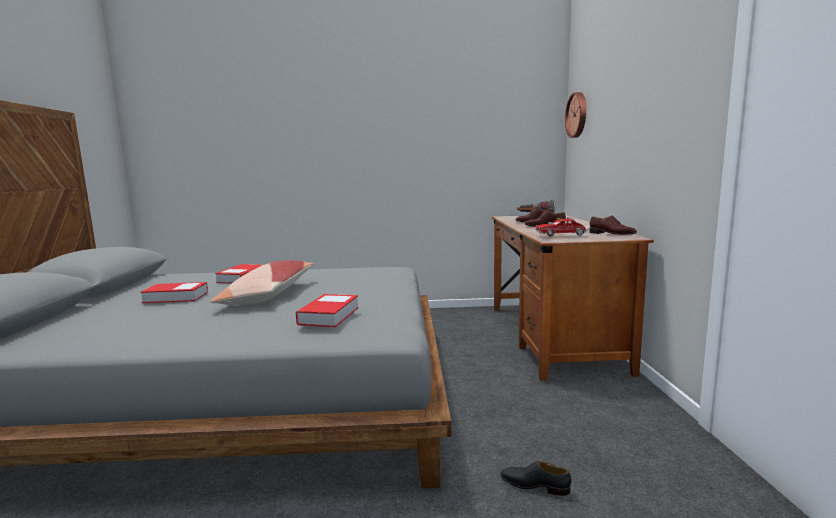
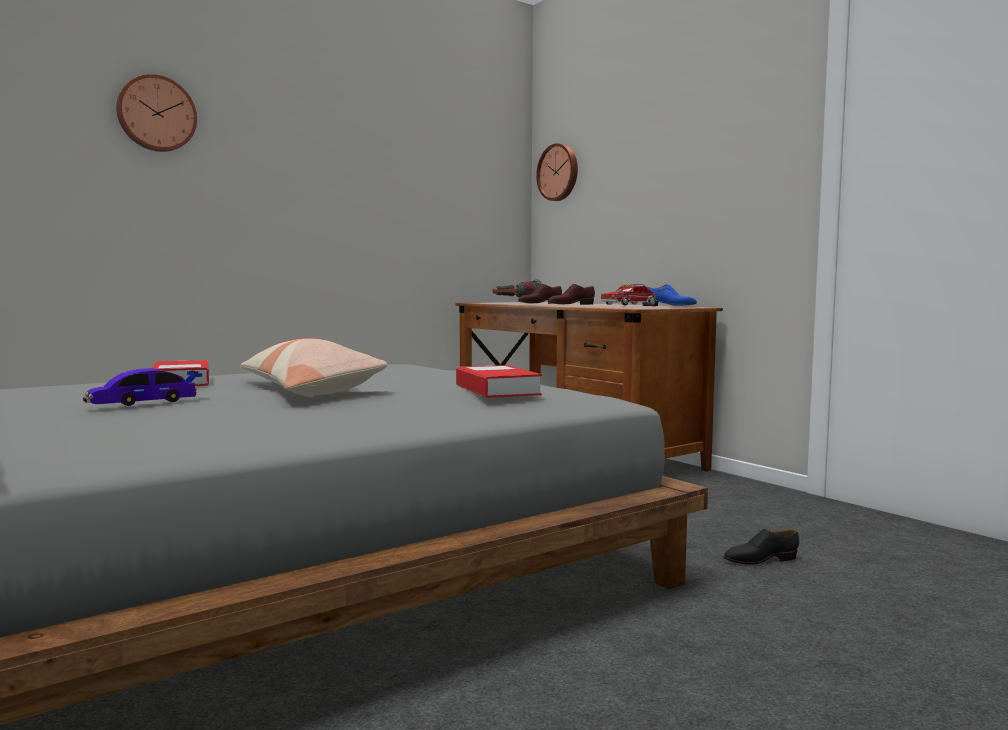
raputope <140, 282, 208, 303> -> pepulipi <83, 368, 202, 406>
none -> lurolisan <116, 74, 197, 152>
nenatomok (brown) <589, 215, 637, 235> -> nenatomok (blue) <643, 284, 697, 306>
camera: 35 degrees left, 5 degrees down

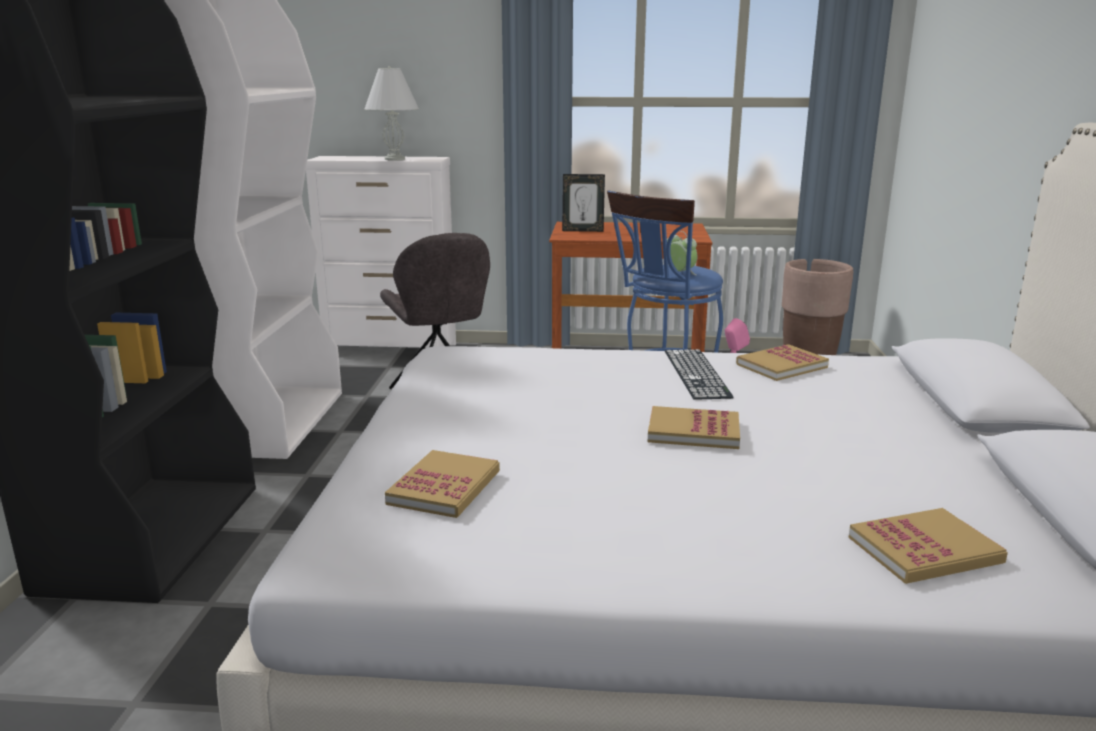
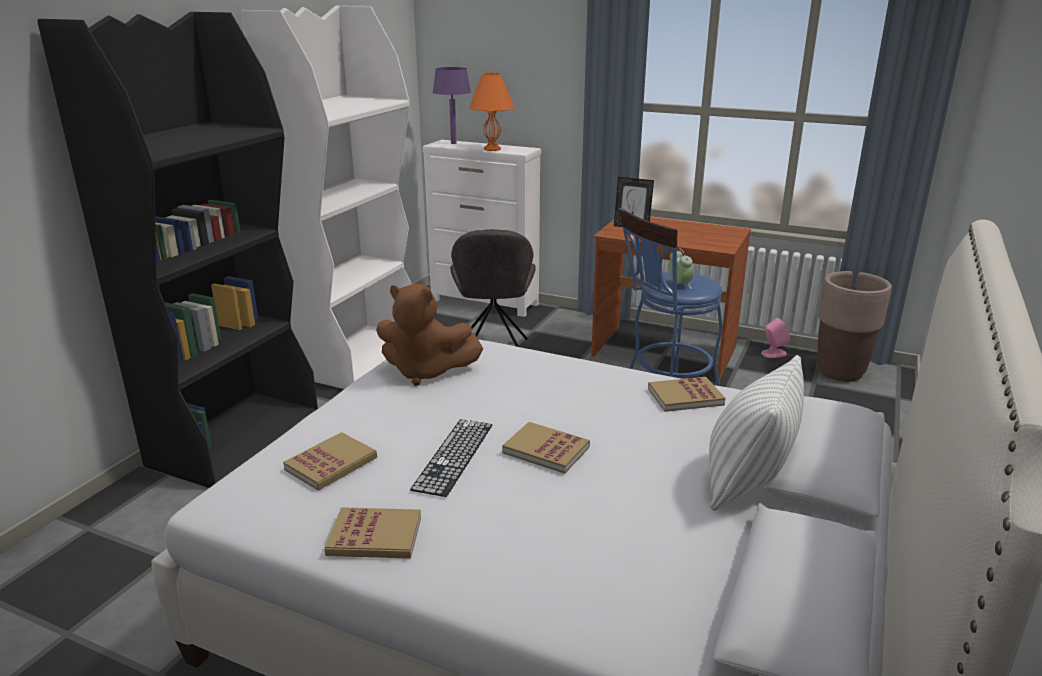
raputope <848, 508, 1008, 584> -> raputope <325, 507, 421, 559>, shifted
none -> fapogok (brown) <376, 284, 483, 386>
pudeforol <665, 349, 734, 400> -> pudeforol <410, 419, 492, 497>, shifted
none -> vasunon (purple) <433, 67, 471, 144>
vasunon (white) <364, 66, 419, 161> -> vasunon (orange) <469, 72, 515, 151>
none -> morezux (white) <709, 355, 804, 511>
camera: 20 degrees right, 5 degrees up

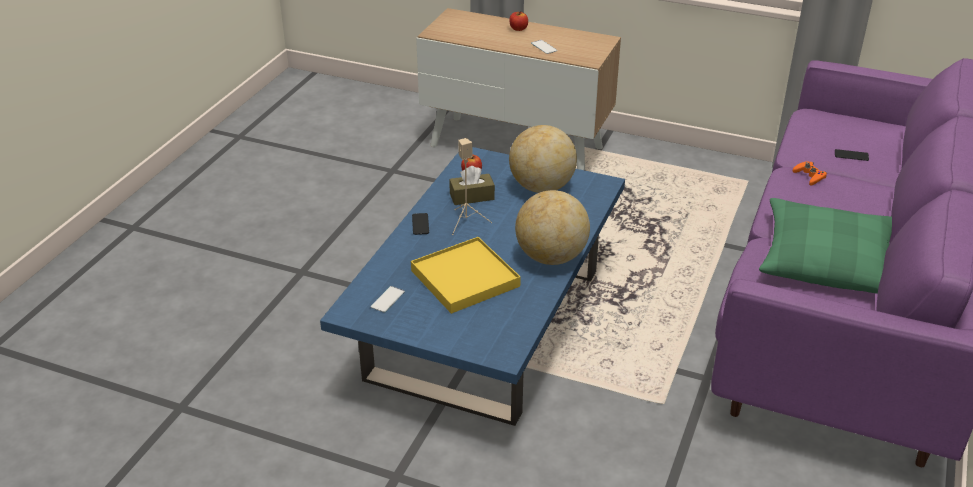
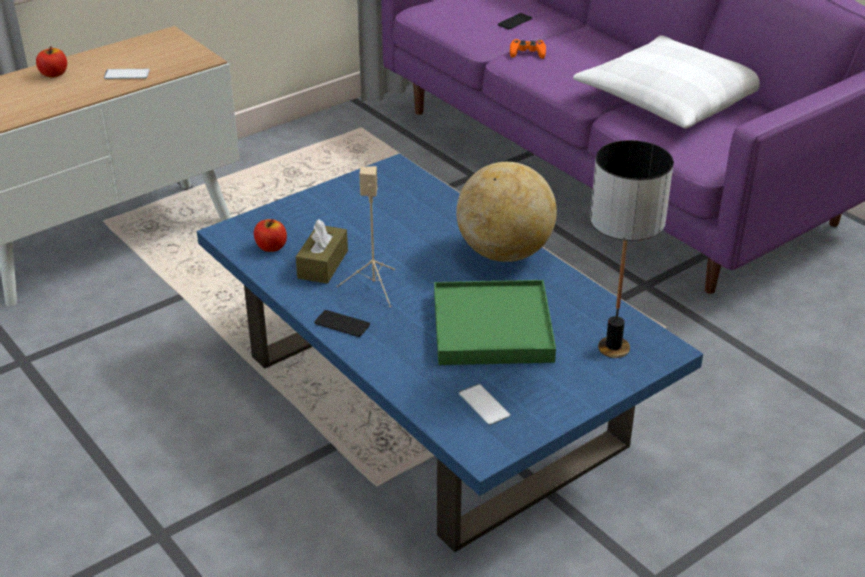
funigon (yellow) <411, 237, 521, 314> -> funigon (green) <434, 280, 556, 365>
morezux (green) <759, 198, 892, 294> -> morezux (white) <573, 35, 760, 129>
none -> vasunon <590, 140, 674, 358>
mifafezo <509, 125, 577, 193> -> none
camera: 60 degrees left, 0 degrees up

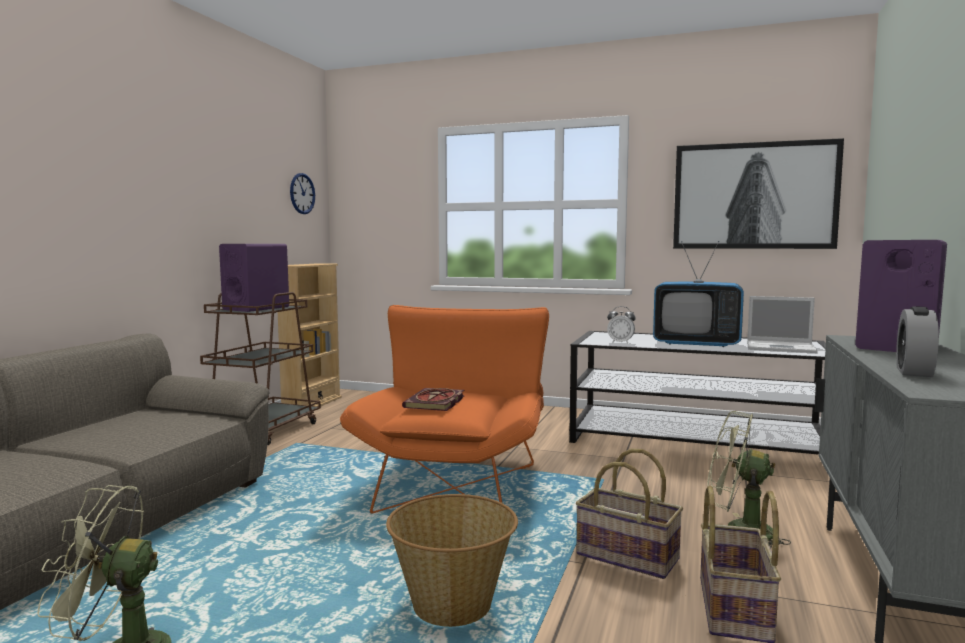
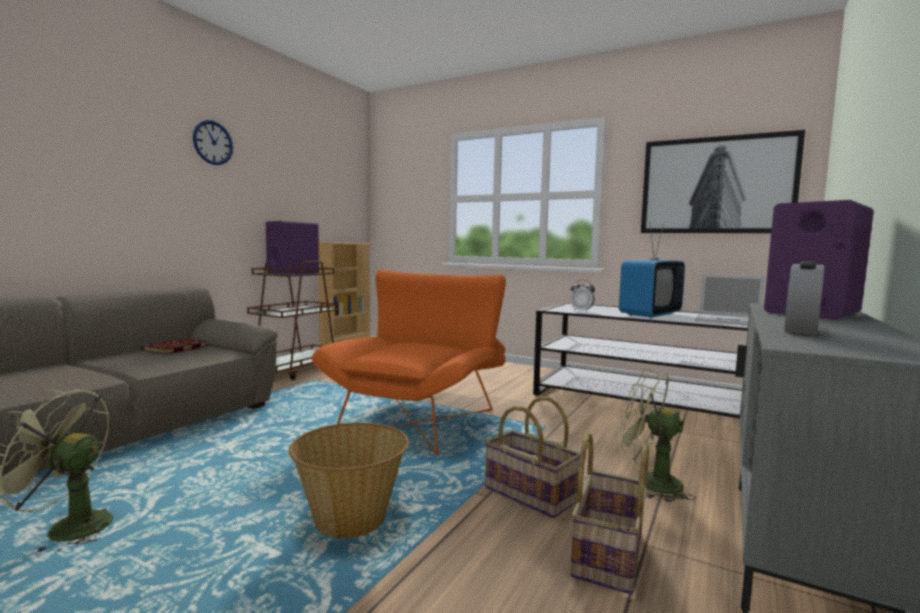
raputope <402, 388, 465, 411> -> raputope <141, 338, 208, 354>, shifted
lurolisan <290, 173, 315, 214> -> lurolisan <193, 120, 233, 165>, shifted
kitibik <653, 241, 744, 347> -> kitibik <619, 222, 685, 318>, 75 degrees counterclockwise
camera: 10 degrees right, 0 degrees up

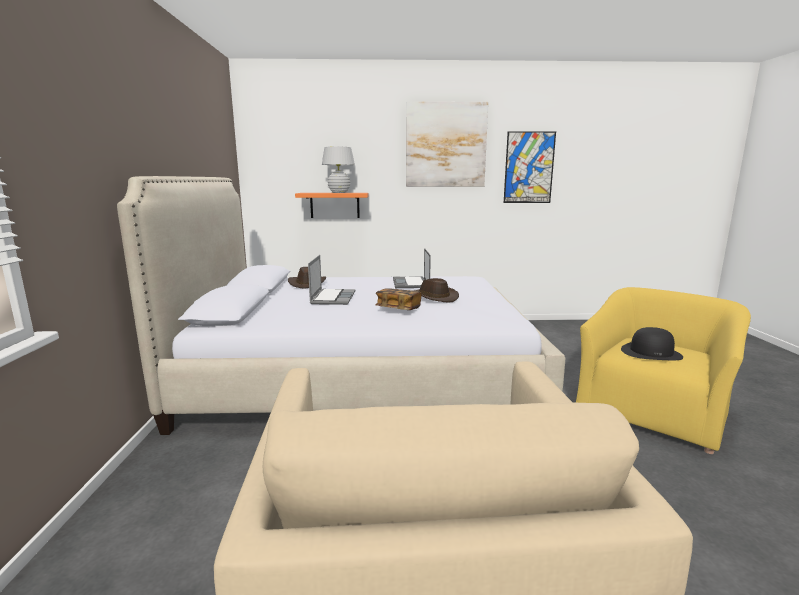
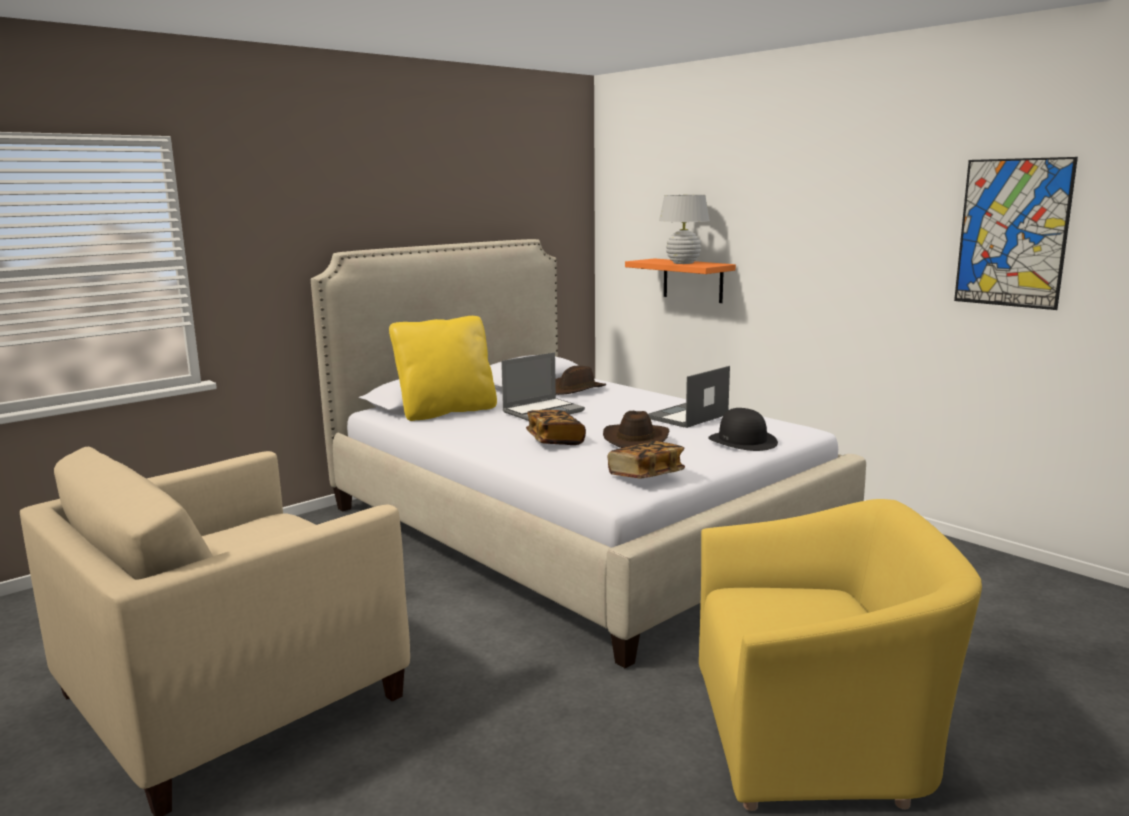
none -> morezux (yellow) <389, 316, 497, 421>
none -> raputope <608, 441, 685, 479>
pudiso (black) <621, 327, 683, 360> -> pudiso (black) <708, 408, 778, 451>, shifted
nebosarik <406, 101, 488, 187> -> none
camera: 50 degrees right, 0 degrees up

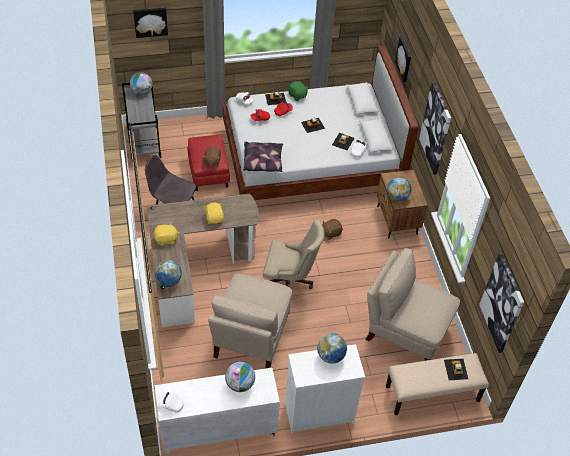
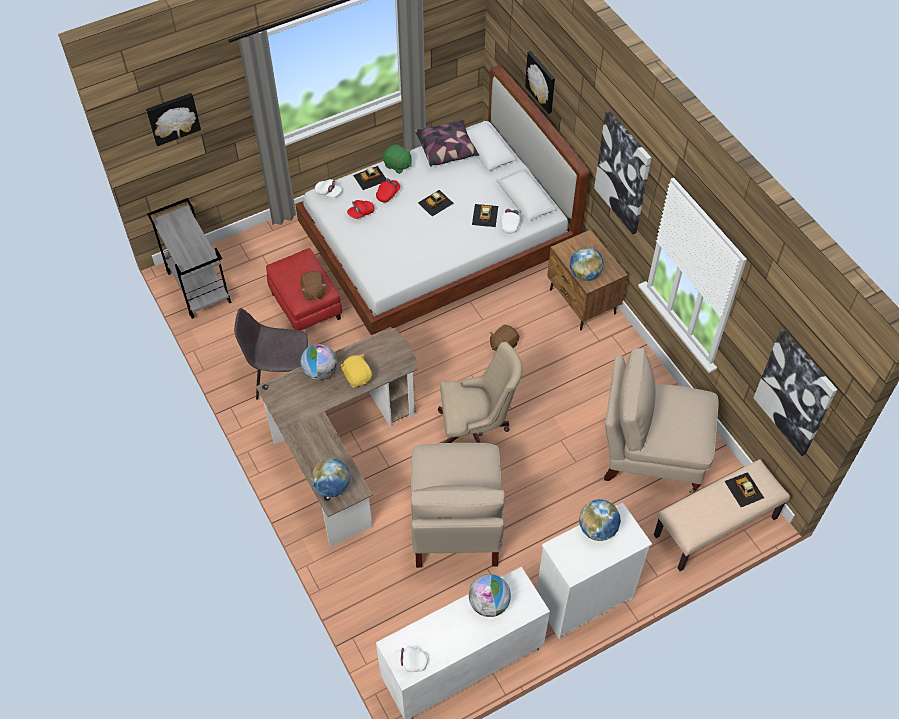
mifafezo <130, 72, 153, 95> -> mifafezo <300, 344, 337, 381>, shifted
morezux <243, 142, 283, 172> -> morezux <415, 120, 479, 167>, shifted
fapogok (yellow) <154, 223, 179, 246> -> none
camera: 15 degrees left, 5 degrees up

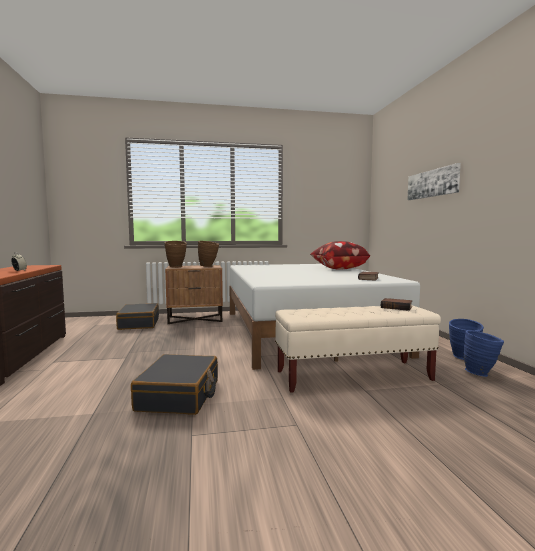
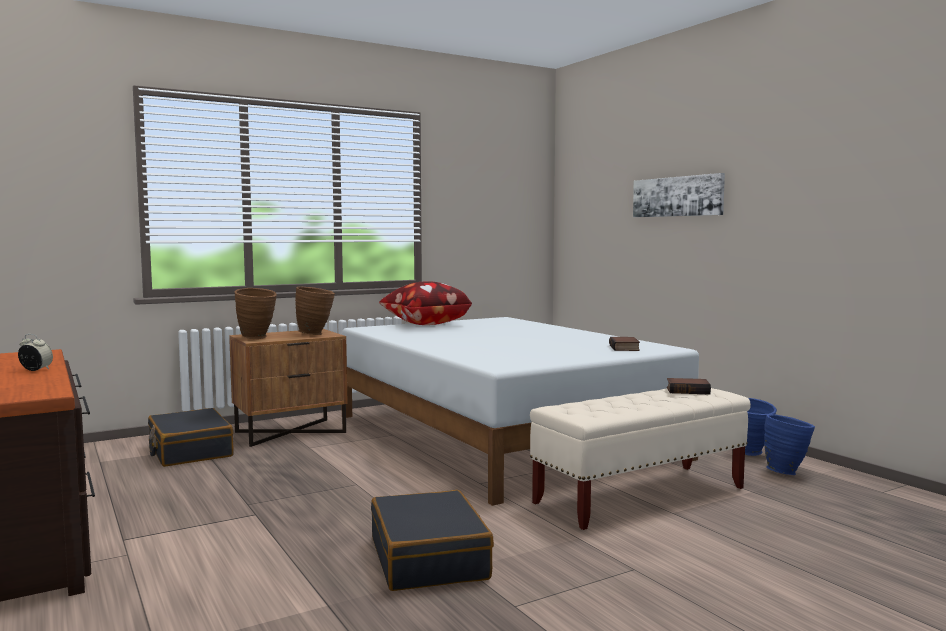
morezux <310, 241, 370, 269> -> morezux <379, 281, 472, 325>, shifted
camera: 20 degrees left, 0 degrees up

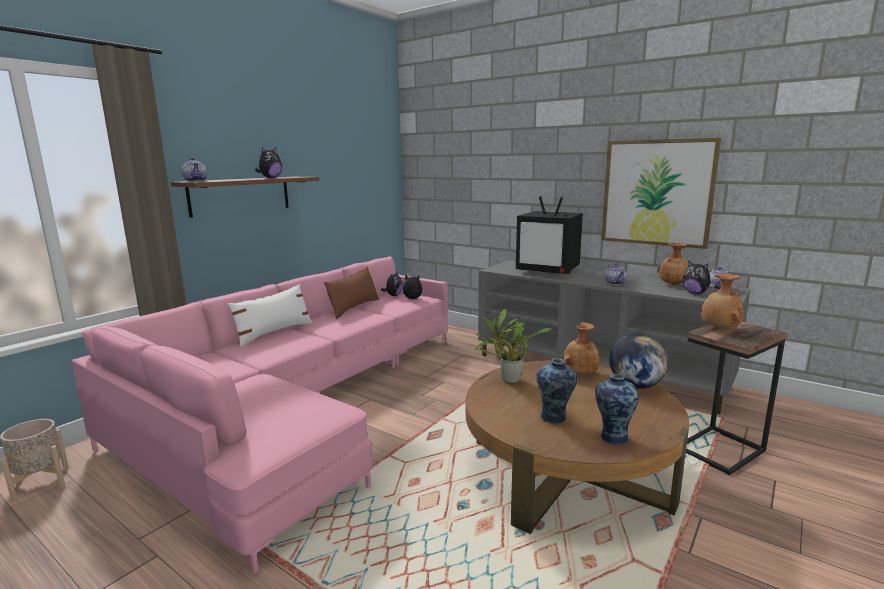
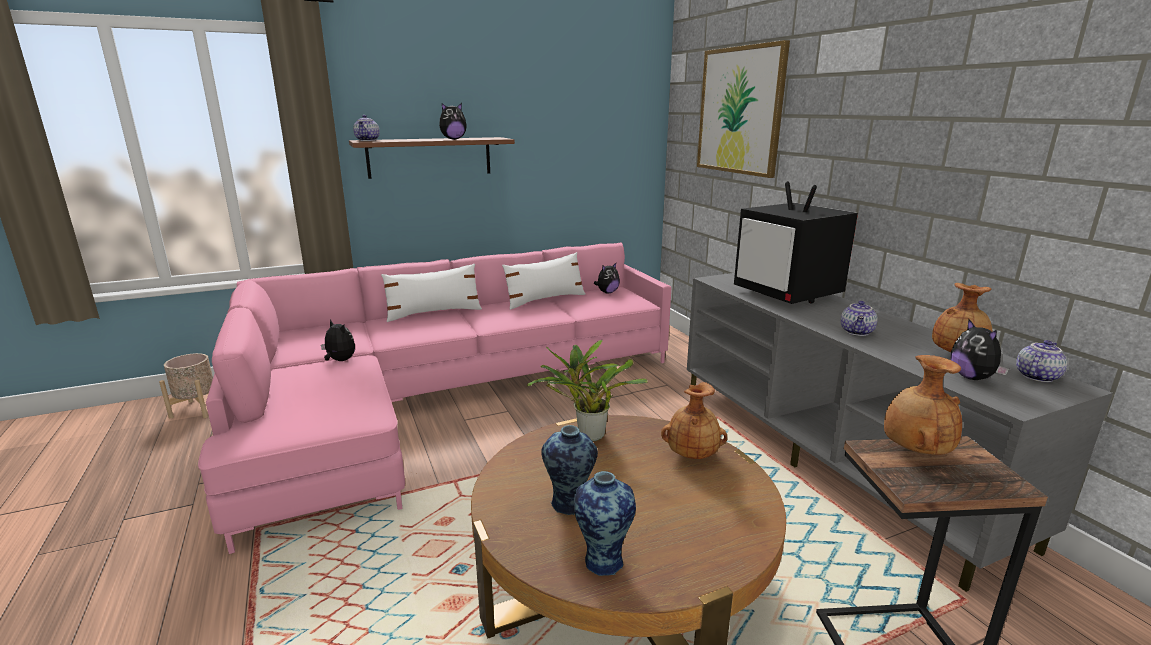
fapogok <400, 275, 422, 299> -> fapogok <321, 319, 355, 361>, shifted
morezux (brown) <324, 266, 379, 319> -> morezux (white) <502, 252, 586, 310>
nebosarik <601, 138, 722, 249> -> nebosarik <697, 40, 790, 178>, shifted
mifafezo <609, 333, 669, 389> -> none
camera: 30 degrees right, 5 degrees up

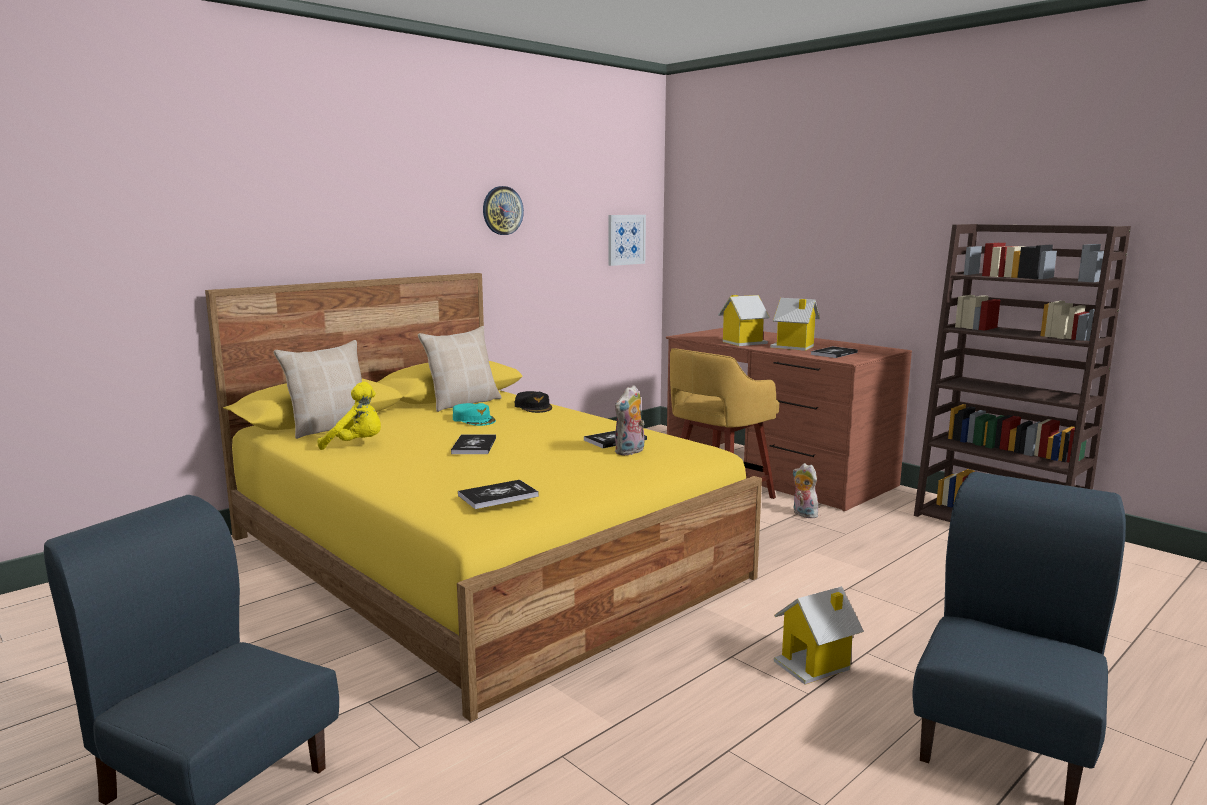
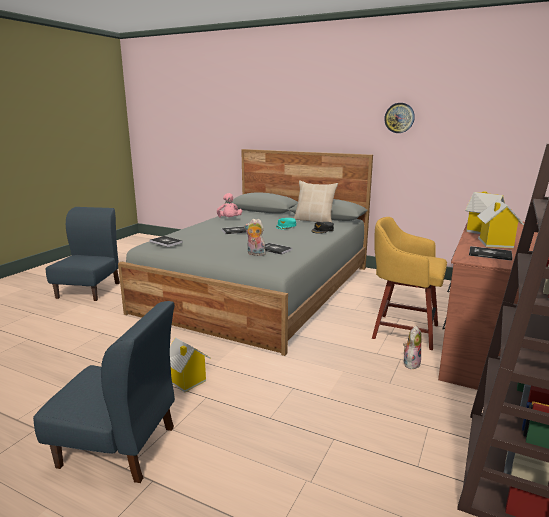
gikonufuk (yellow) <205, 273, 762, 722> -> gikonufuk (grey) <118, 149, 373, 356>
fapogok (yellow) <317, 382, 381, 450> -> fapogok (pink) <217, 193, 242, 218>
morezux (beige) <274, 340, 362, 439> -> none
nebosarik <608, 215, 646, 266> -> none
camera: 70 degrees right, 5 degrees up

